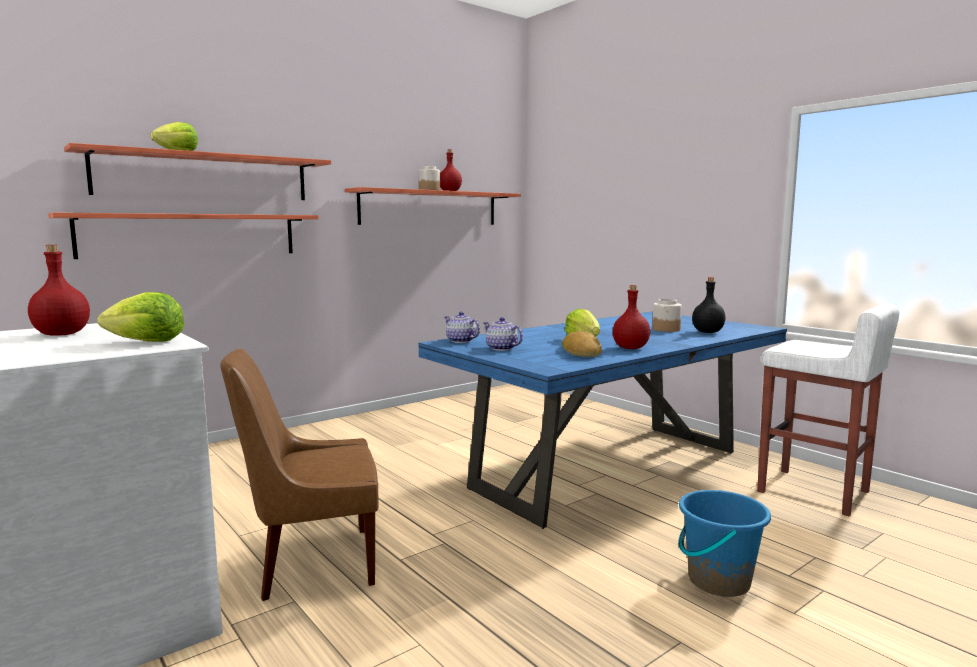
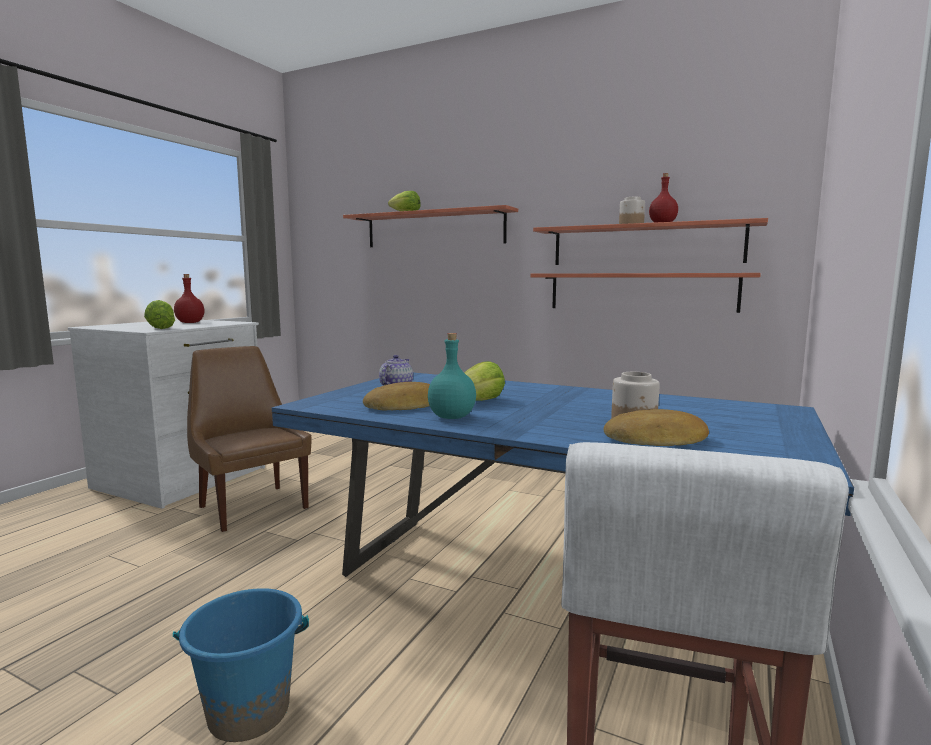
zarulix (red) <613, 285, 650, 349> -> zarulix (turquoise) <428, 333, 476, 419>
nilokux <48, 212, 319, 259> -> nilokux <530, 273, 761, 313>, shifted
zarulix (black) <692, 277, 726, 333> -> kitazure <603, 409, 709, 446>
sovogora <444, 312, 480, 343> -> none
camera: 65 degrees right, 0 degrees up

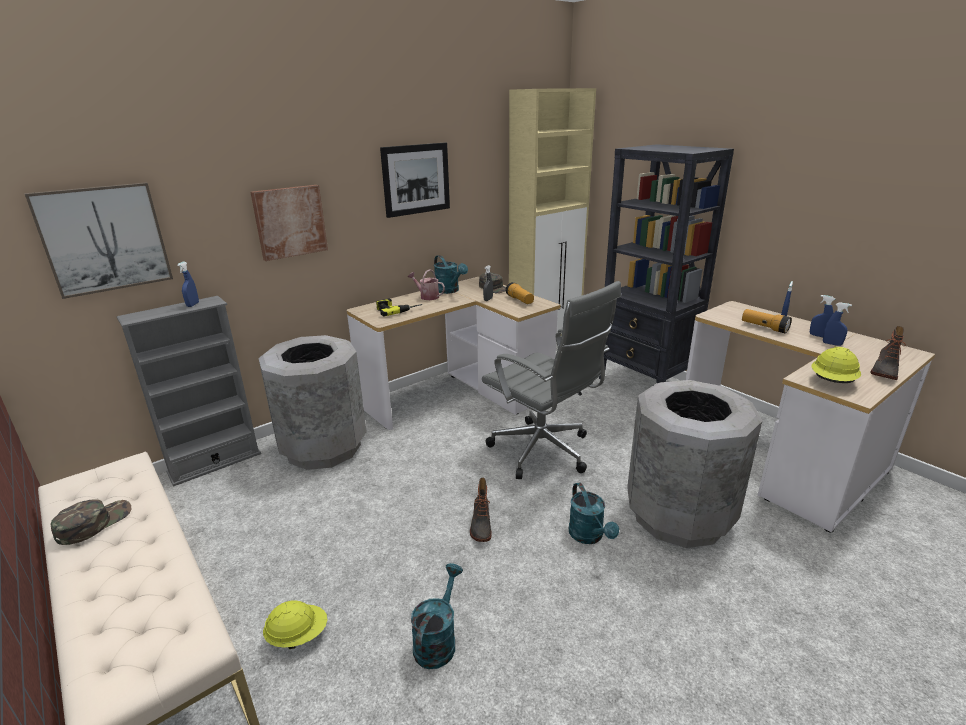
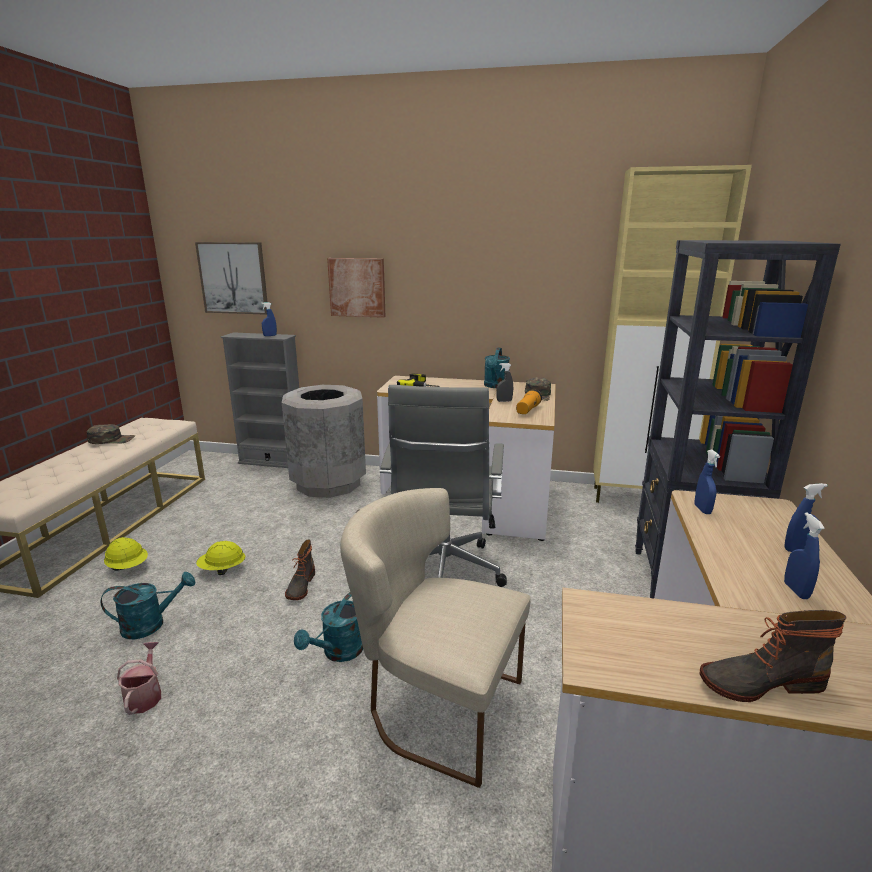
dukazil <408, 269, 445, 300> -> dukazil <117, 642, 161, 715>, shifted
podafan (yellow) <812, 347, 861, 383> -> podafan (yellow) <196, 541, 246, 575>, shifted
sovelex <470, 478, 492, 542> -> sovelex <285, 539, 315, 600>, 45 degrees counterclockwise
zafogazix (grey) <627, 380, 762, 548> -> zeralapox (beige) <340, 488, 531, 788>
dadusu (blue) <823, 302, 852, 346> -> dadusu (blue) <694, 450, 720, 514>, shifted
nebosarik <380, 143, 450, 218> -> none
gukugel <742, 309, 792, 333> -> none
camera: 50 degrees right, 5 degrees down

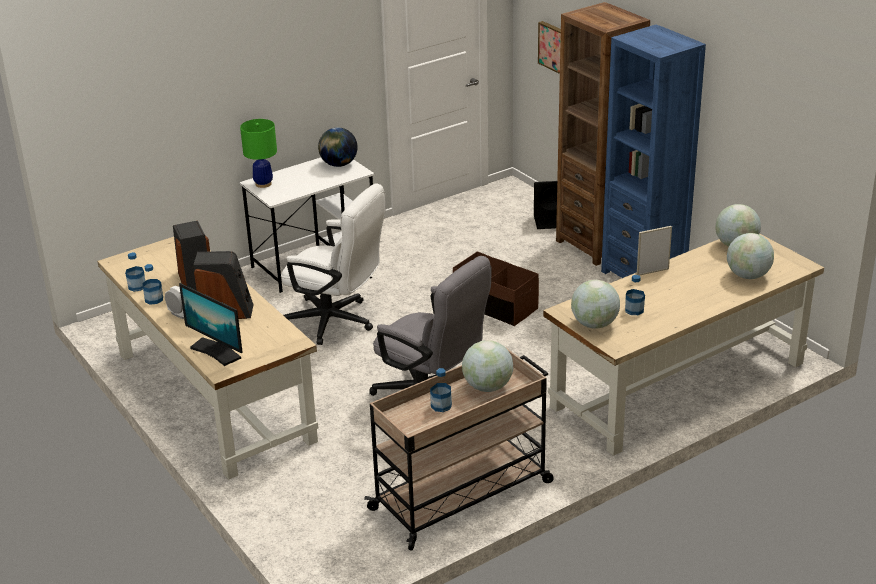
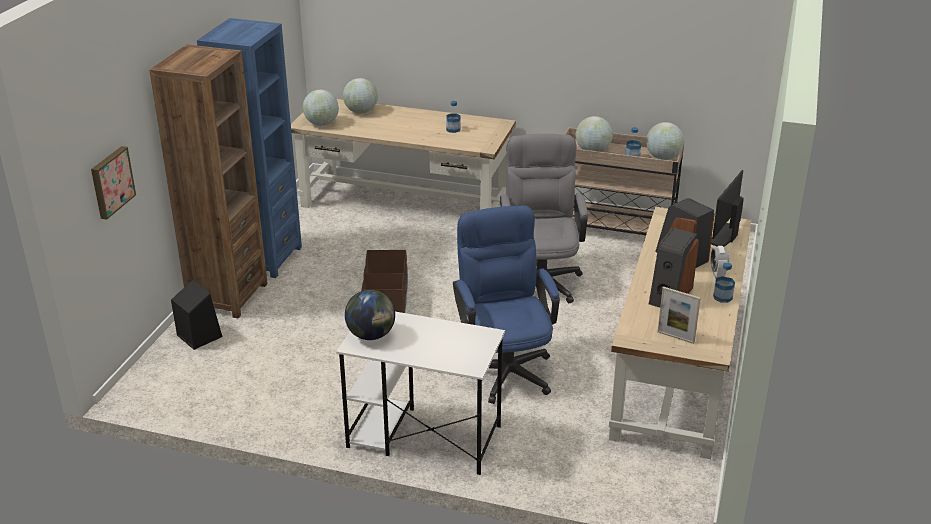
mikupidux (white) <281, 184, 386, 345> -> mikupidux (blue) <453, 205, 560, 404>
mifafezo <571, 280, 620, 329> -> mifafezo <646, 122, 684, 160>, shifted
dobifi <637, 226, 672, 276> -> dobifi <658, 287, 701, 344>, shifted
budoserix <179, 283, 243, 366> -> budoserix <711, 170, 744, 247>, 150 degrees counterclockwise
zarulix <125, 252, 145, 292> -> none
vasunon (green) <240, 119, 277, 188> -> none
camera: 130 degrees left, 0 degrees up

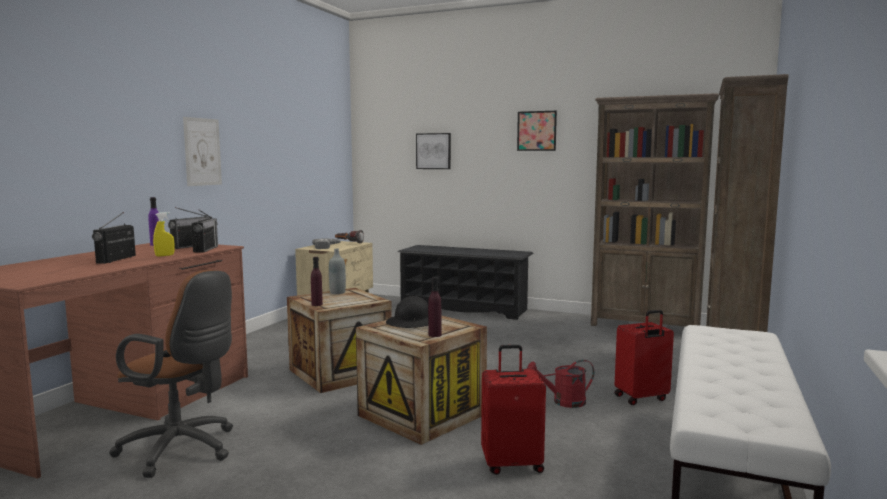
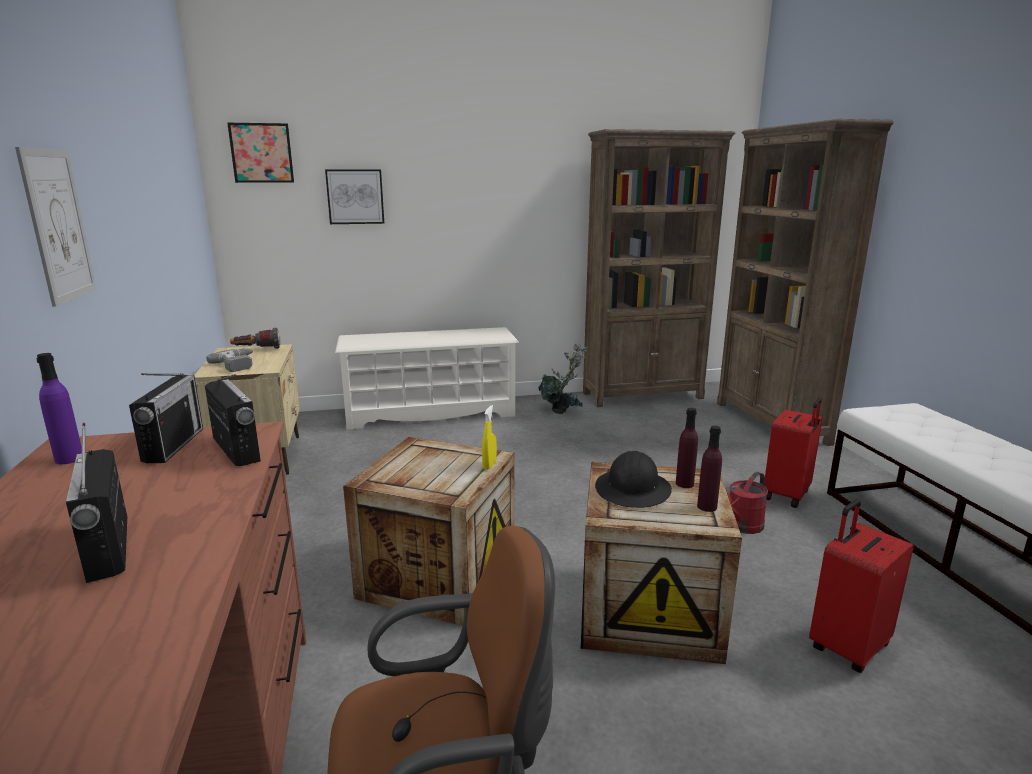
nebosarik <517, 111, 557, 151> -> nebosarik <227, 123, 294, 183>, shifted
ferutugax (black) <398, 245, 534, 320> -> ferutugax (white) <335, 327, 519, 430>
dadusu (yellow) <153, 212, 174, 257> -> dadusu (yellow) <482, 405, 497, 470>, shifted
none -> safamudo <538, 344, 587, 414>
zarulix (purple) <311, 257, 323, 306> -> zarulix (purple) <676, 408, 698, 488>, shifted
zarulix (grey) <329, 249, 346, 294> -> none
camera: 35 degrees left, 10 degrees up

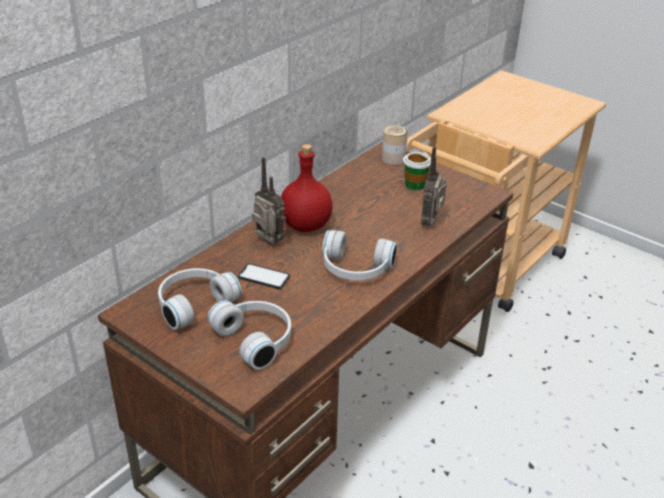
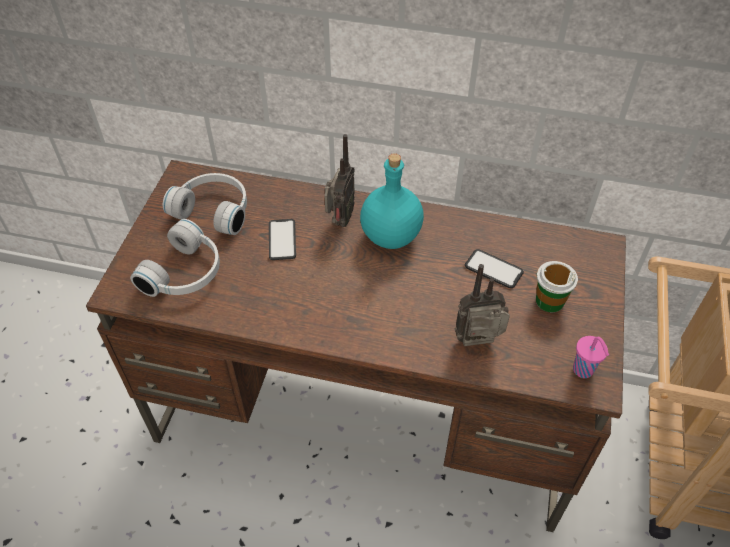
zarulix (red) <281, 144, 333, 232> -> zarulix (turquoise) <360, 153, 424, 249>
none -> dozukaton <465, 249, 524, 288>
none -> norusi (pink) <573, 336, 609, 378>
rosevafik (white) <322, 230, 397, 280> -> none
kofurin <382, 125, 408, 165> -> none
camera: 65 degrees right, 15 degrees up

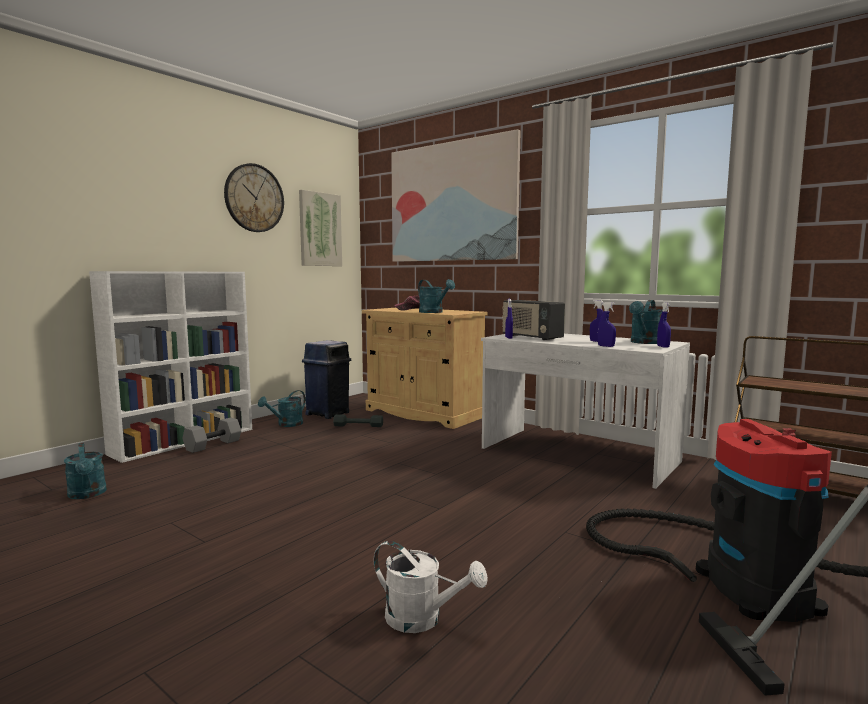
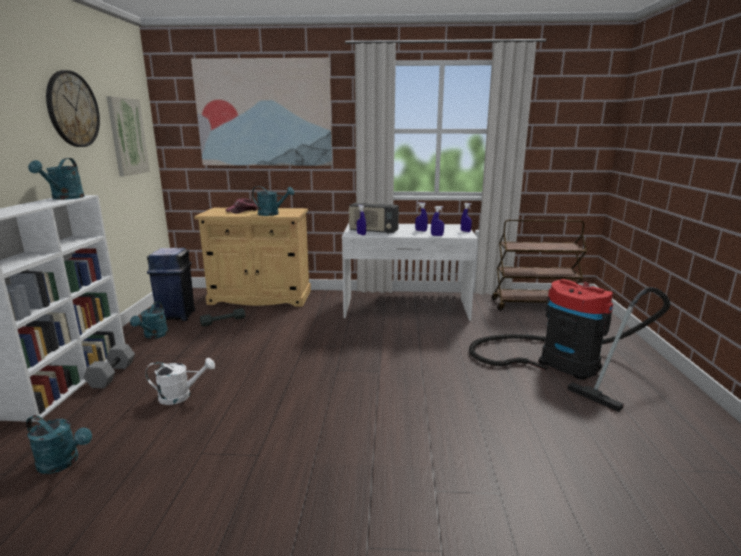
dukazil (turquoise) <629, 300, 663, 344> -> dukazil (turquoise) <28, 158, 85, 200>, shifted
dukazil (white) <374, 541, 488, 633> -> dukazil (white) <145, 358, 215, 405>, shifted
camera: 35 degrees left, 10 degrees up

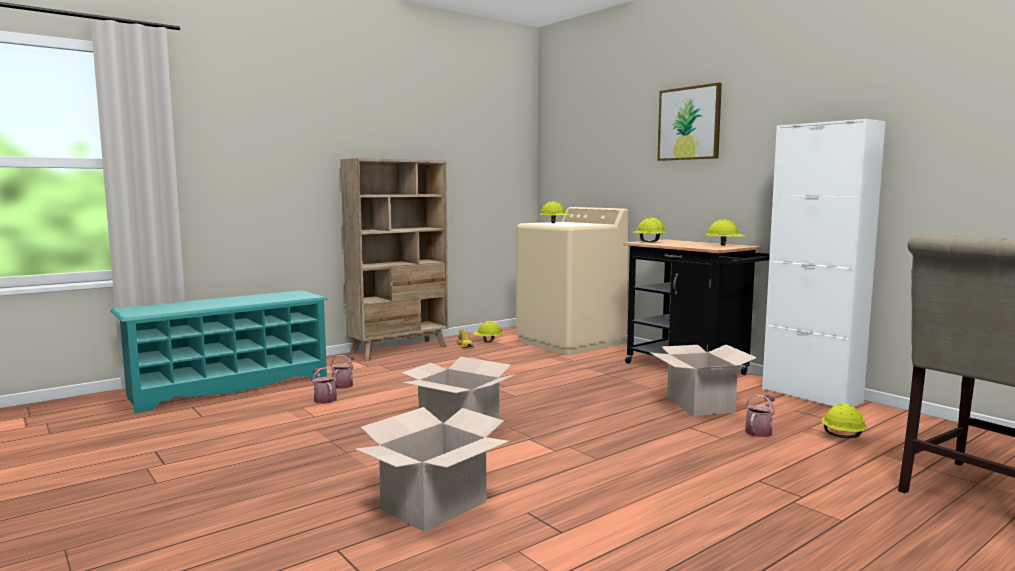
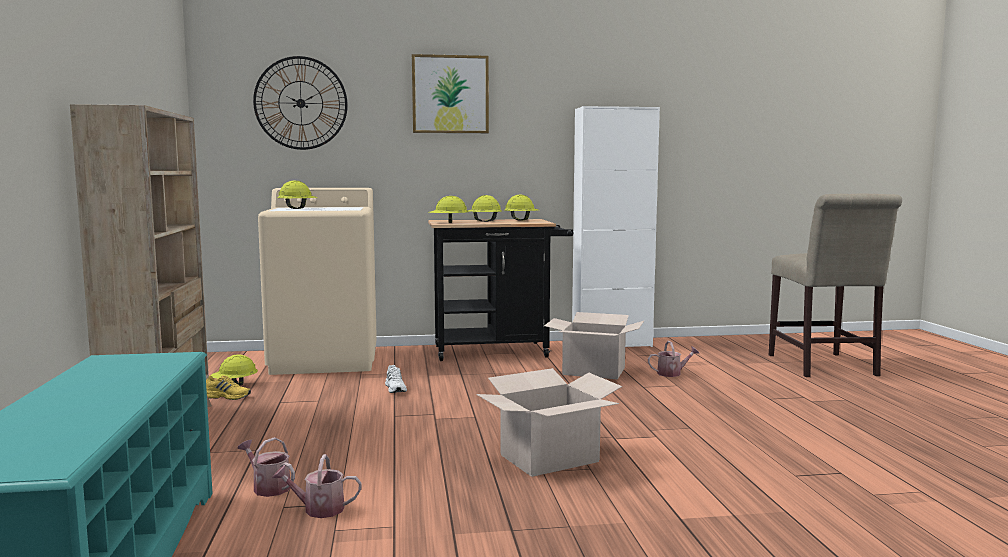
none -> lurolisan <253, 56, 348, 150>
none -> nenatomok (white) <385, 365, 407, 393>
podafan (yellow) <821, 404, 867, 438> -> podafan (yellow) <468, 195, 502, 222>, shifted
dukazil <745, 394, 775, 437> -> dukazil <648, 341, 699, 377>, 105 degrees clockwise
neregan <355, 407, 510, 532> -> none
camera: 60 degrees left, 0 degrees up

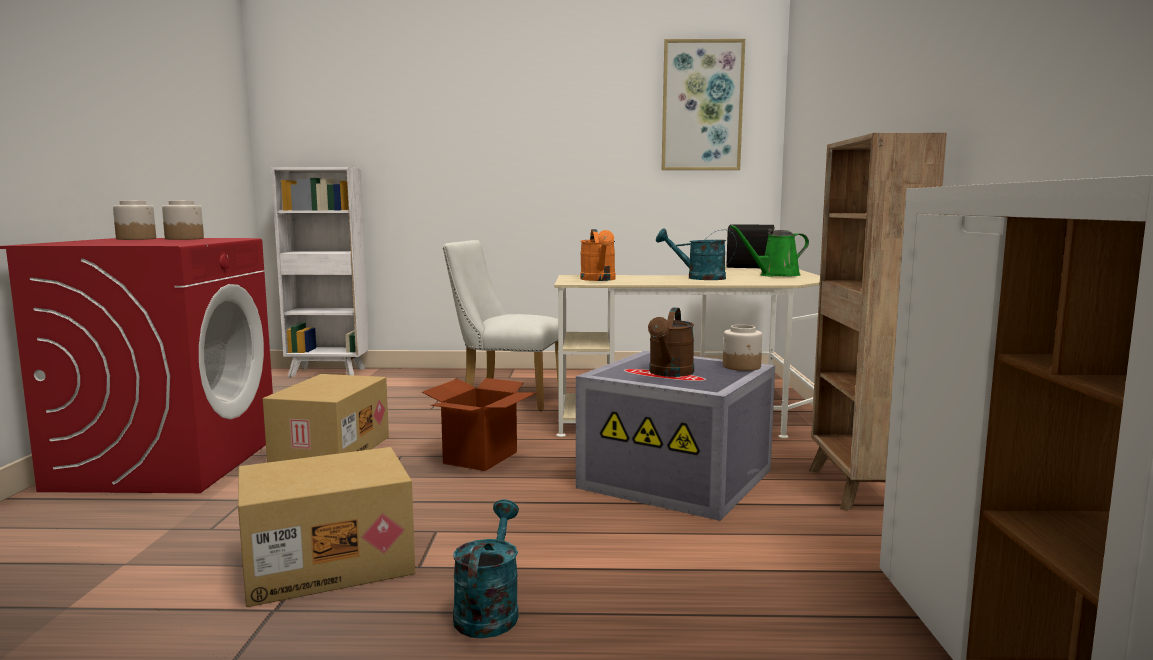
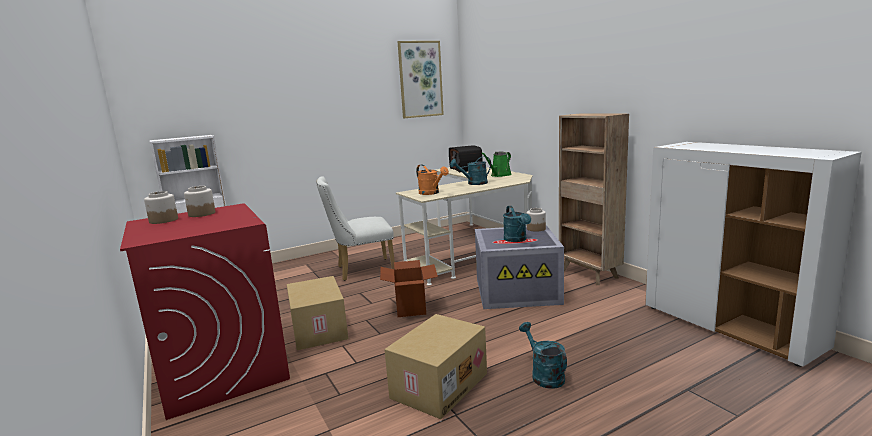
dukazil (brown) <648, 308, 694, 377> -> dukazil (turquoise) <503, 206, 531, 242>
camera: 30 degrees left, 5 degrees up

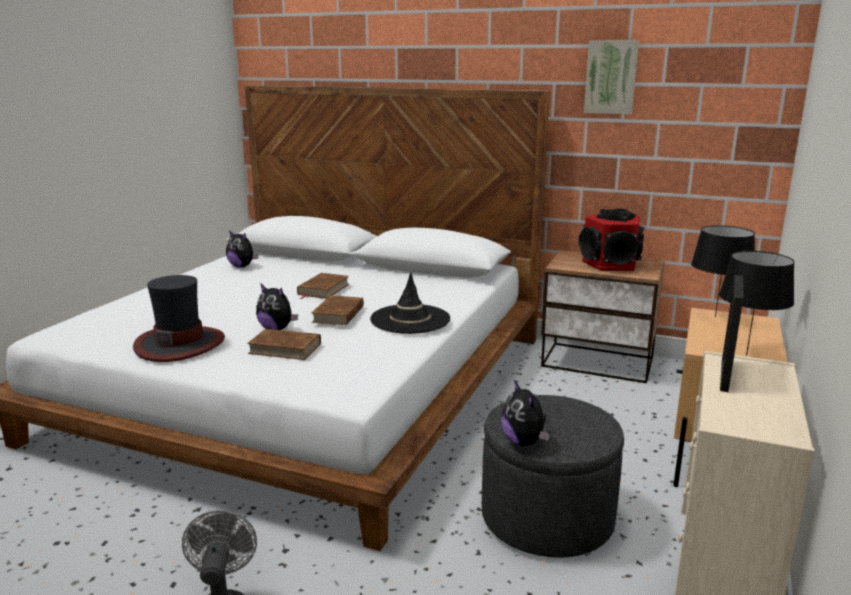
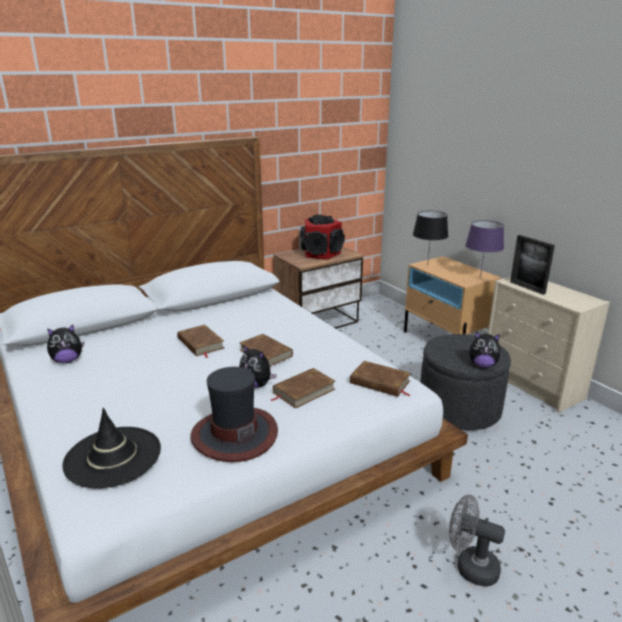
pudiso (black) <370, 272, 450, 334> -> pudiso (black) <62, 408, 161, 488>, shifted
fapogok <256, 283, 298, 330> -> fapogok <239, 345, 277, 388>, 60 degrees clockwise
none -> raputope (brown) <350, 361, 411, 397>
vasunon (black) <719, 251, 795, 356> -> vasunon (purple) <465, 220, 504, 278>
nebosarik <584, 40, 639, 114> -> none
camera: 55 degrees left, 5 degrees up

